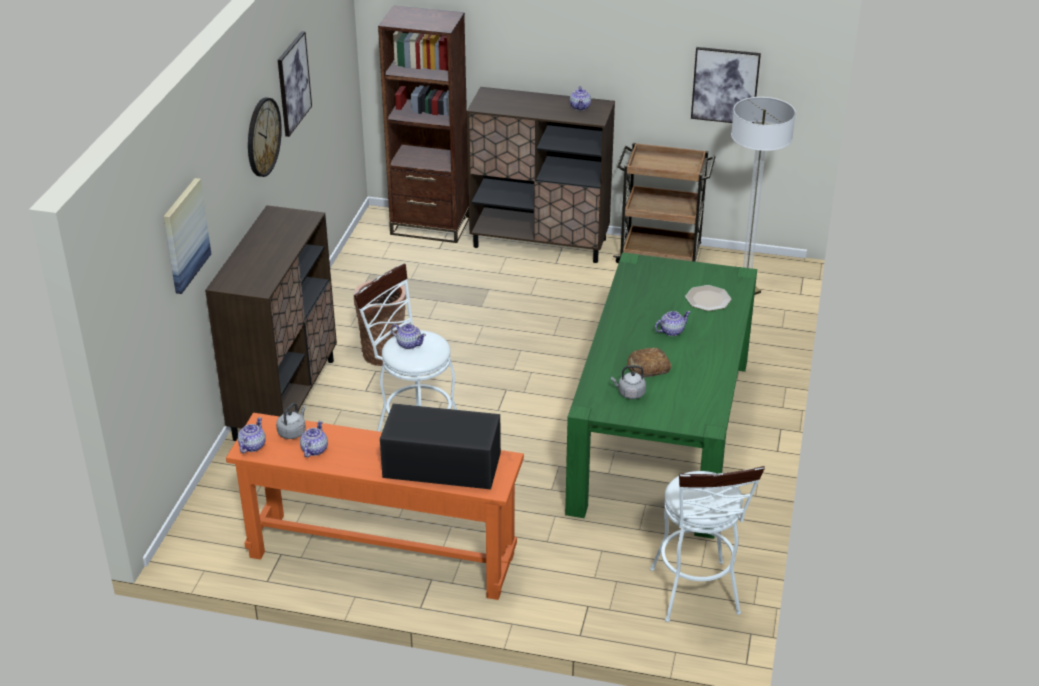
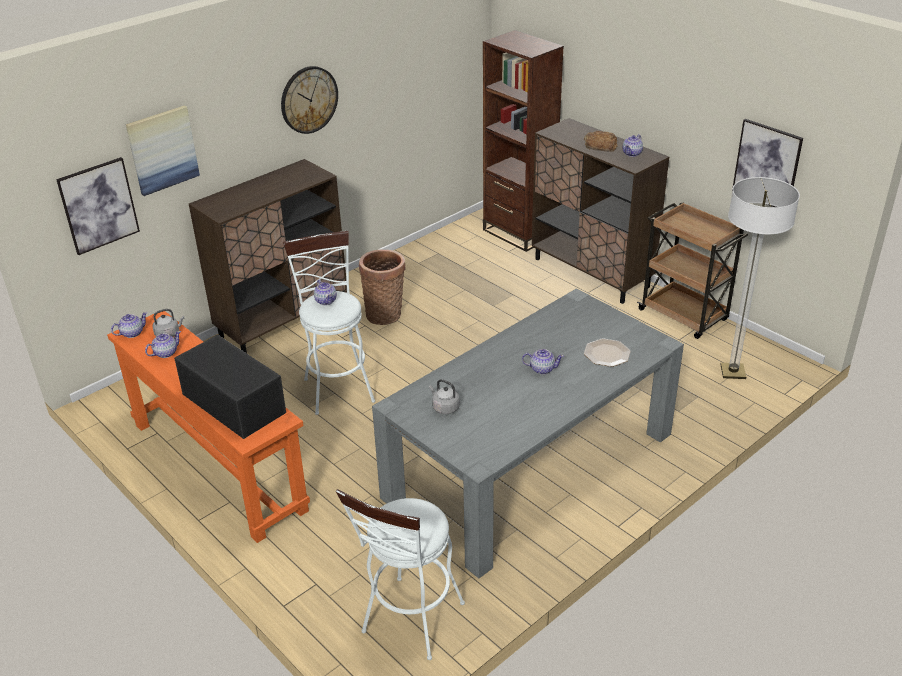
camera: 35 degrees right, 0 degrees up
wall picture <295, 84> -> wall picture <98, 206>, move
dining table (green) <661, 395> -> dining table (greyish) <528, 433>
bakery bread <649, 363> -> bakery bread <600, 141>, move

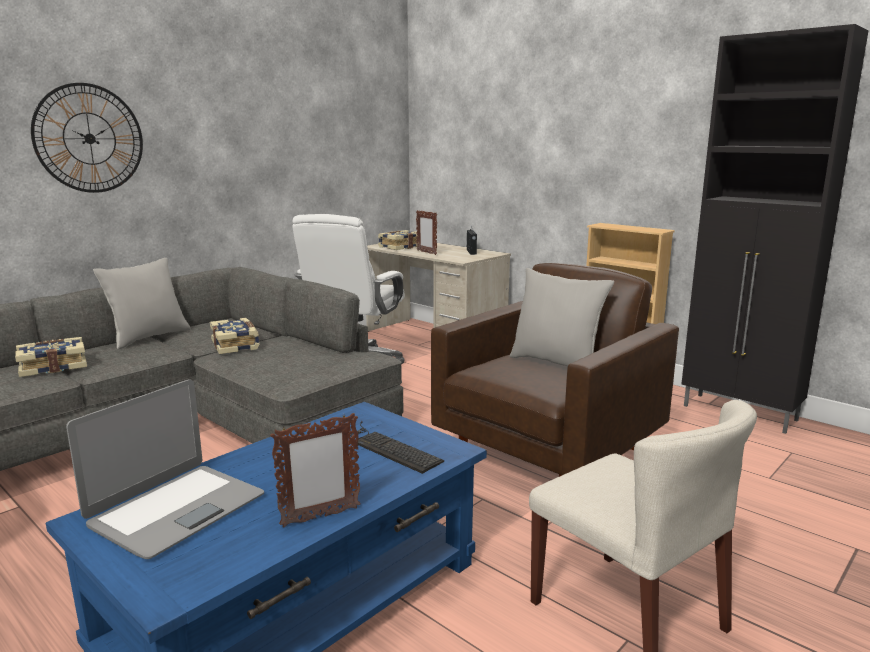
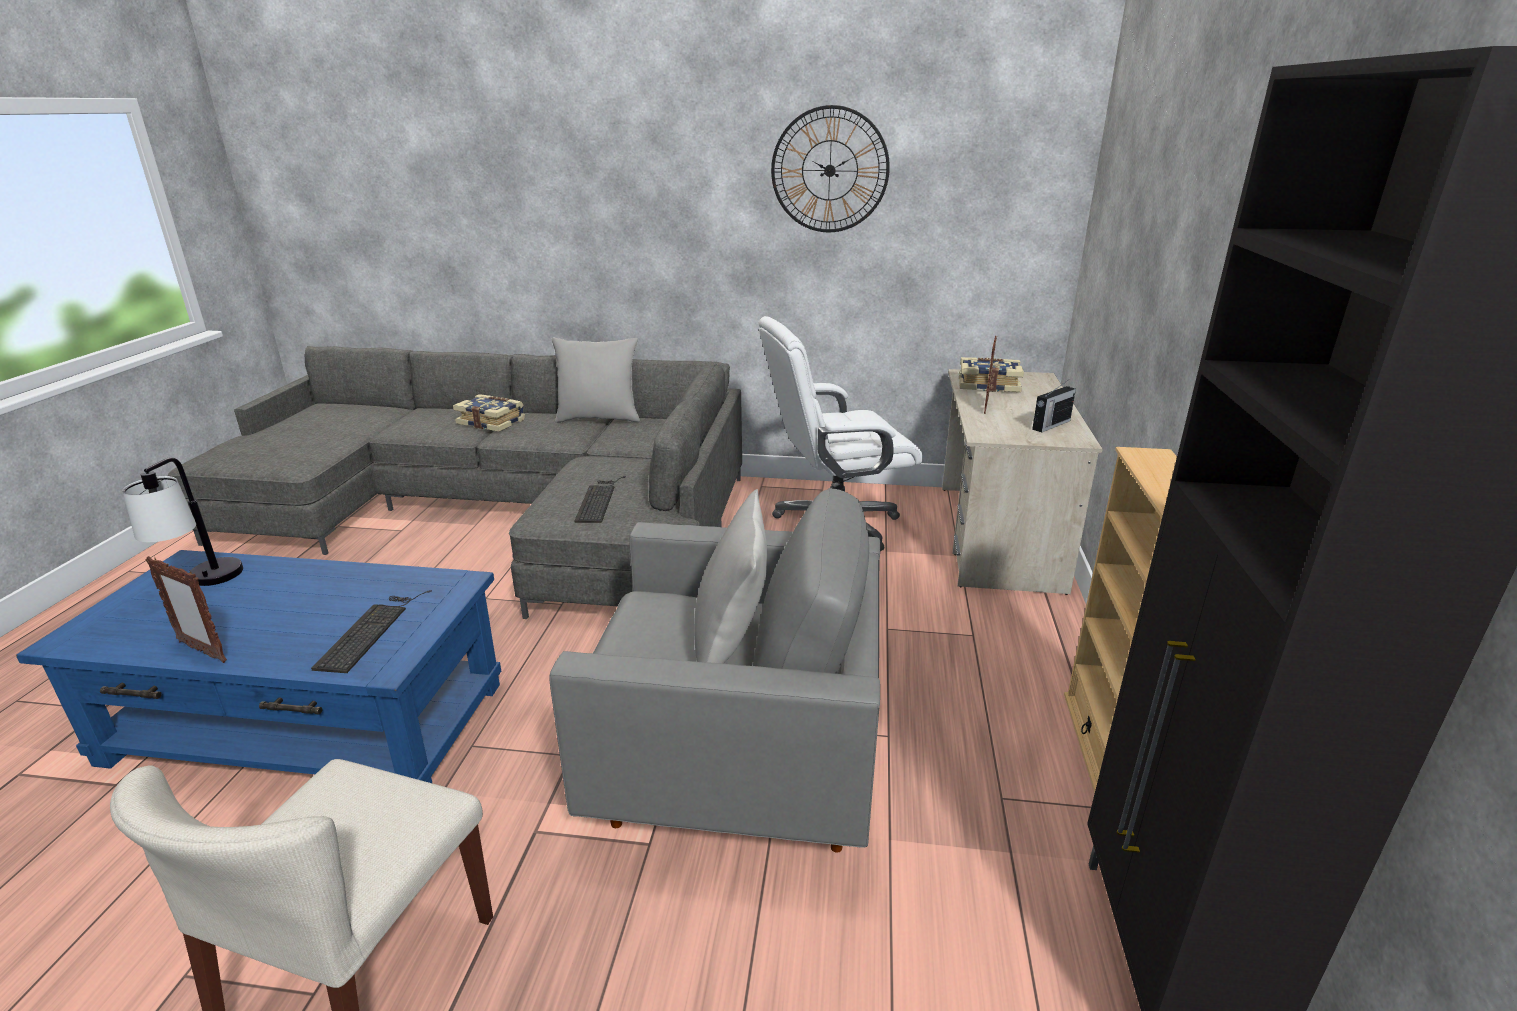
camera: 55 degrees right, 10 degrees up
laptop <165, 469> -> lamp for a table <182, 521>
armchair (brownish) <555, 370> -> armchair (greyish) <714, 670>
none -> computer keyboard <600, 499>
clock on the wall <87, 138> -> clock on the wall <830, 168>, move
bound book <235, 336> -> none

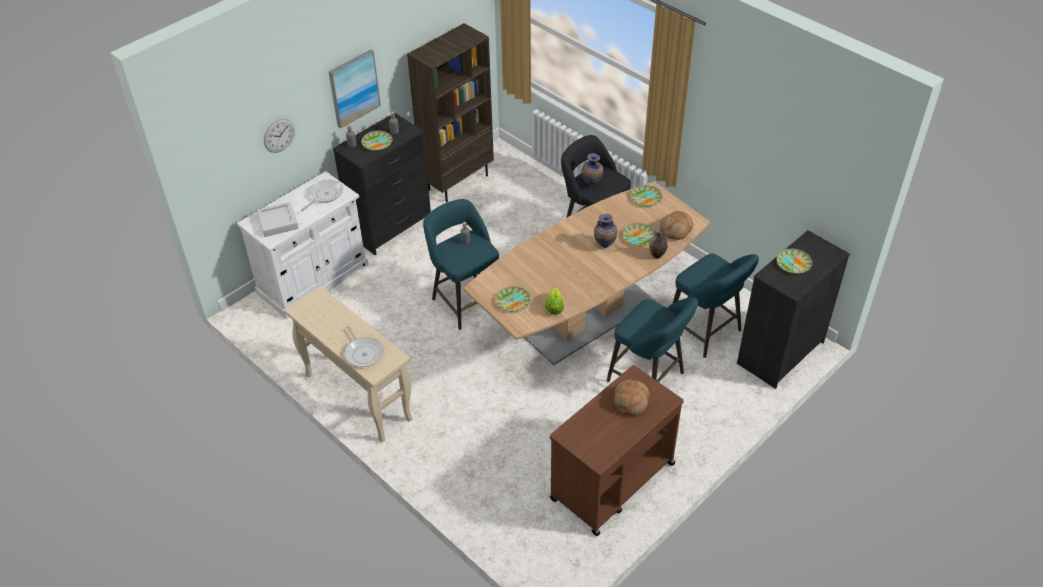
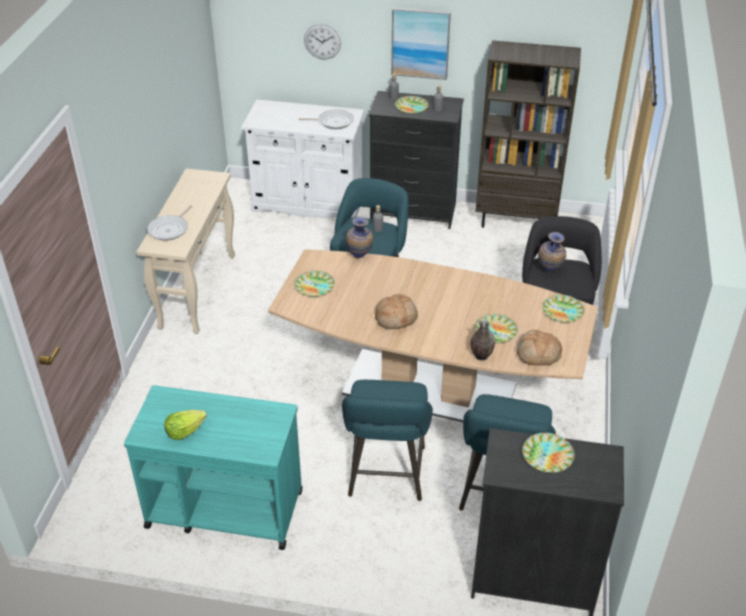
camera: 55 degrees right, 5 degrees down
trolley (brownish) <617, 450> -> trolley (turquoise) <213, 467>
lettuce head <554, 300> -> lettuce head <185, 425>, move
vase <605, 231> -> vase <359, 238>, move
bakery bread <631, 397> -> bakery bread <396, 311>, move
carrying tray (greyish) <278, 219> -> none

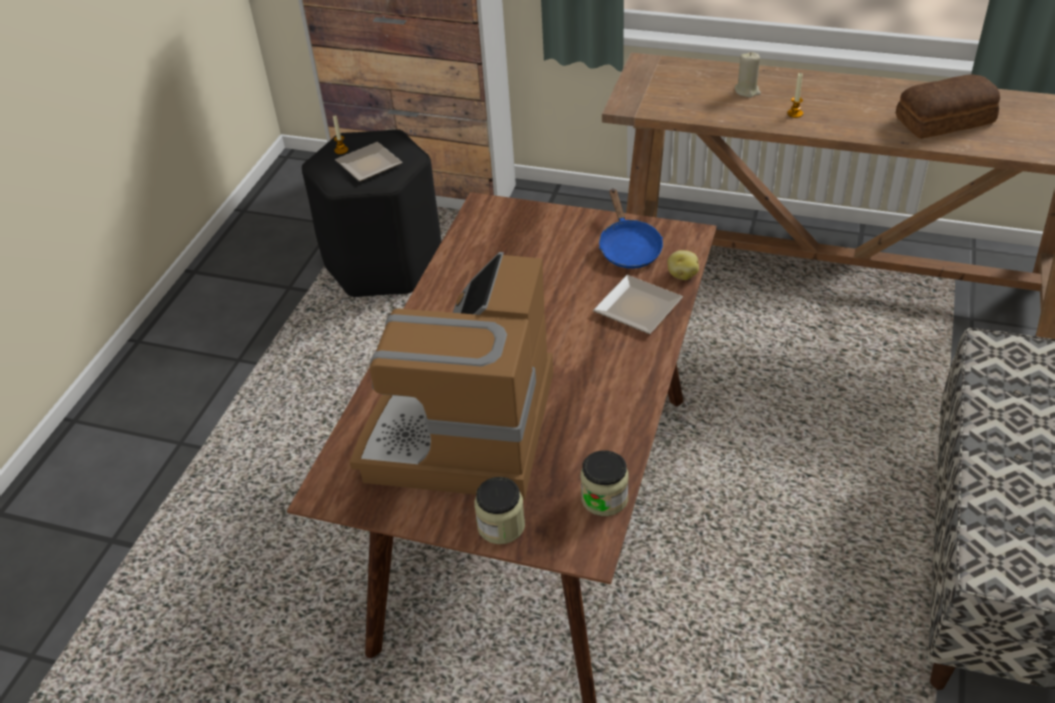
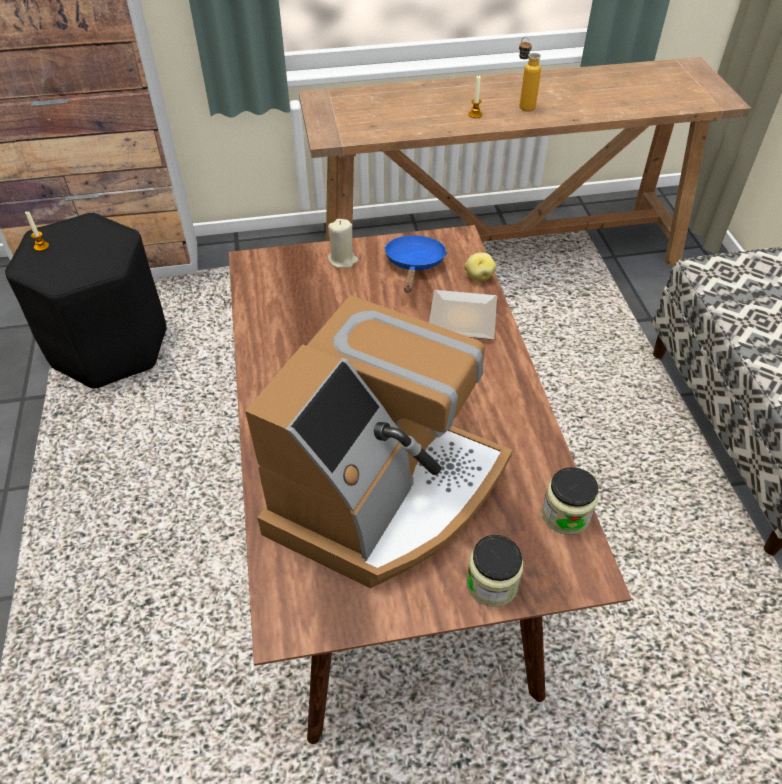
camera: 30 degrees left, 5 degrees up
coffee brewer <451, 376> -> coffee brewer <379, 441>, 135 degrees counterclockwise
wax light (beige) <748, 75> -> wax light (beige) <343, 243>, move
skillet (bluish) <631, 228> -> skillet (bluish) <415, 264>, 135 degrees counterclockwise
none -> beverage bottle <530, 74>
dinner plate <369, 161> -> none
bakery bread <948, 107> -> none

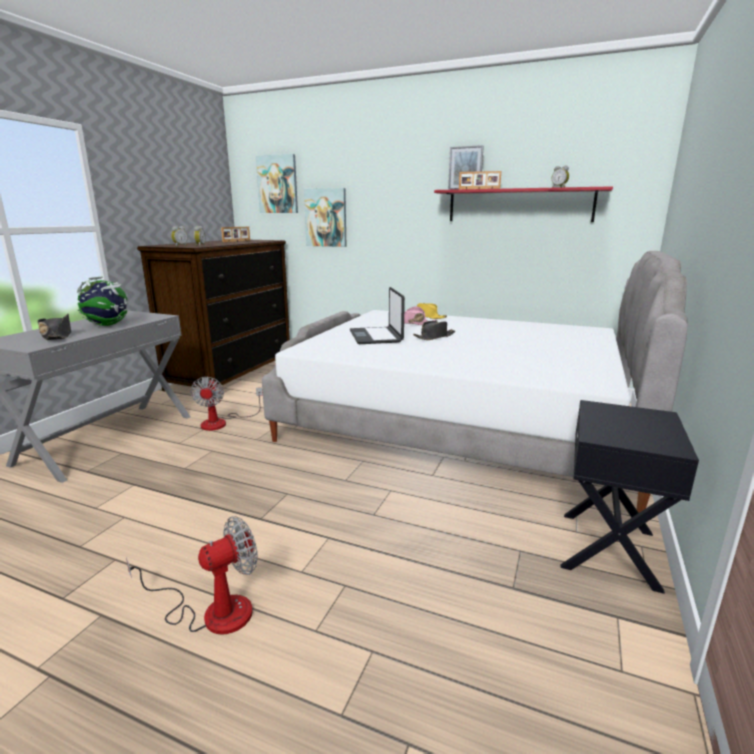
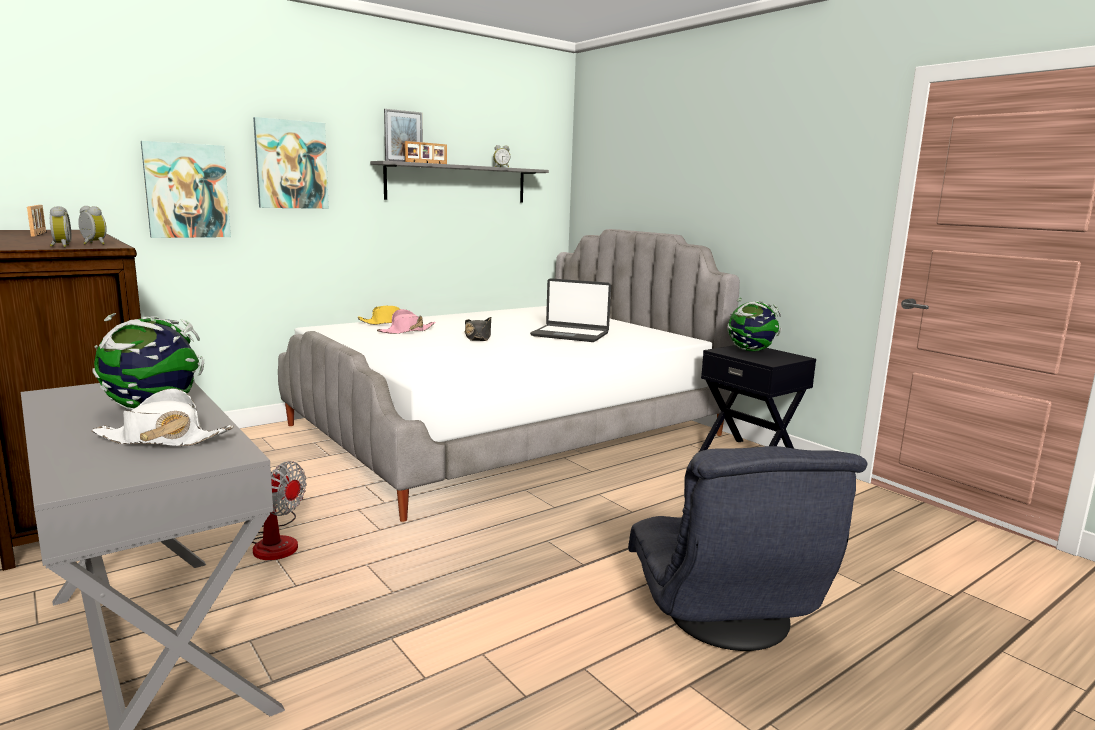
camera: 60 degrees left, 5 degrees down
hat (black-coloured) <54, 327> -> hat (whitish) <163, 417>
wall picture <277, 183> -> wall picture <291, 163>, move
shelf (reddish) <523, 204> -> shelf (greyish) <459, 182>
laptop <377, 315> -> laptop <570, 310>, move
cooling fan <192, 575> -> armchair (greyish) <747, 548>
none -> world globe <754, 324>

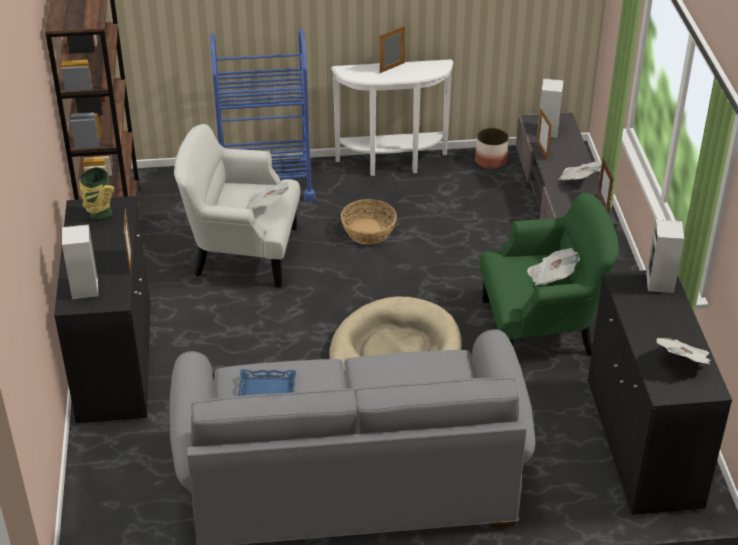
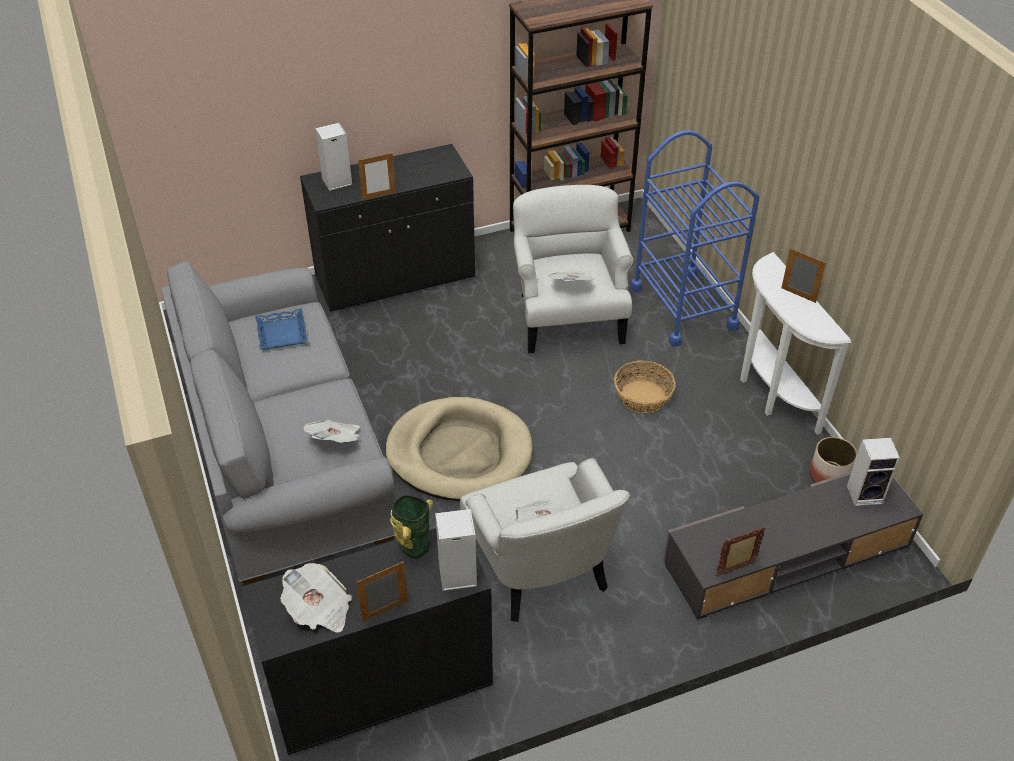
camera: 75 degrees right, 5 degrees up
daily paper <580, 171> -> daily paper <332, 431>, move
picture frame <544, 134> -> picture frame <382, 592>, move
vase <97, 194> -> vase <411, 526>, move
armchair (green) <549, 274> -> armchair (whitish) <545, 540>

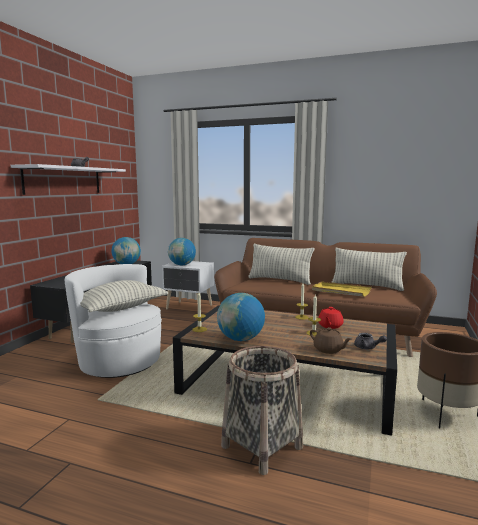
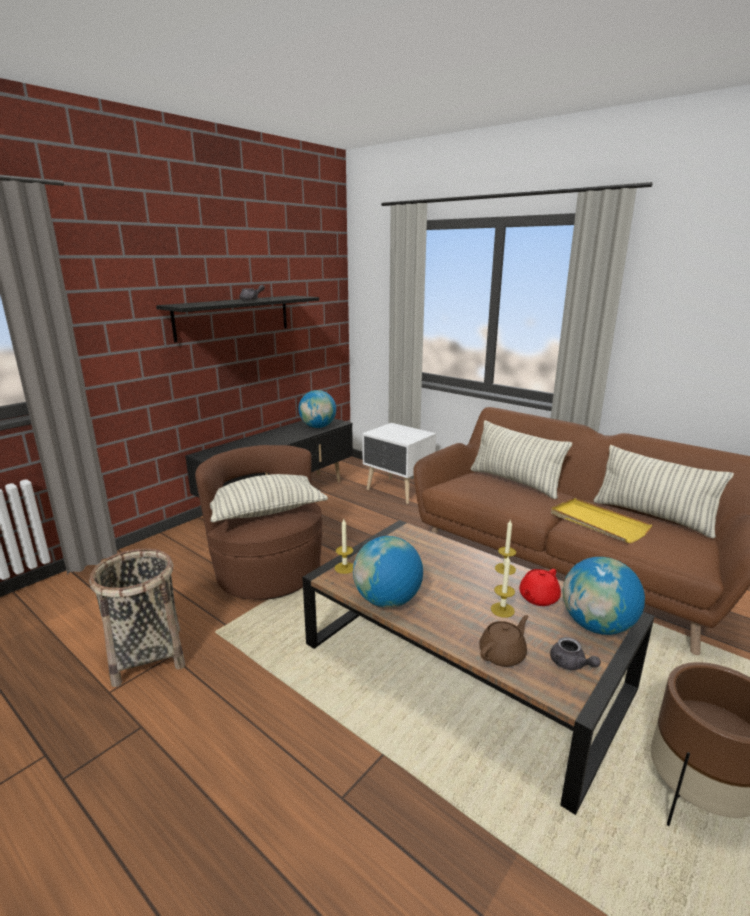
camera: 20 degrees right, 10 degrees up
basket <262, 410> -> basket <137, 617>, move
shelf (whitish) <68, 179> -> shelf (black-coloured) <237, 319>
armchair (whitish) <113, 321> -> armchair (brownish) <259, 522>
teapot (brownish) <330, 340> -> teapot (brownish) <503, 641>, 105 degrees counterclockwise
world globe <182, 251> -> world globe <604, 596>, move

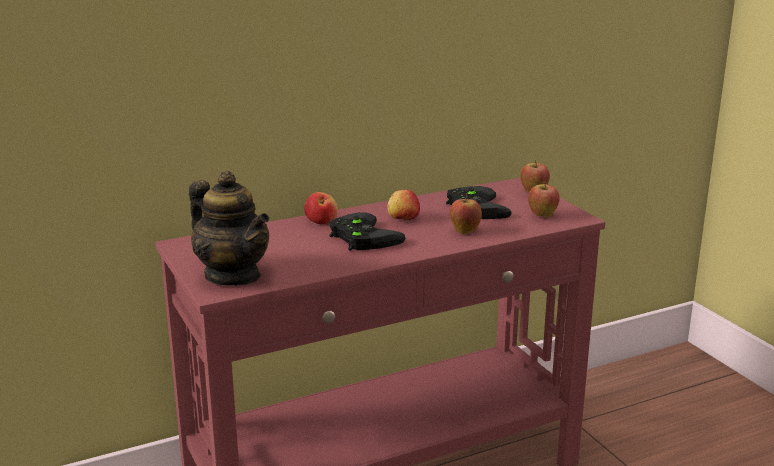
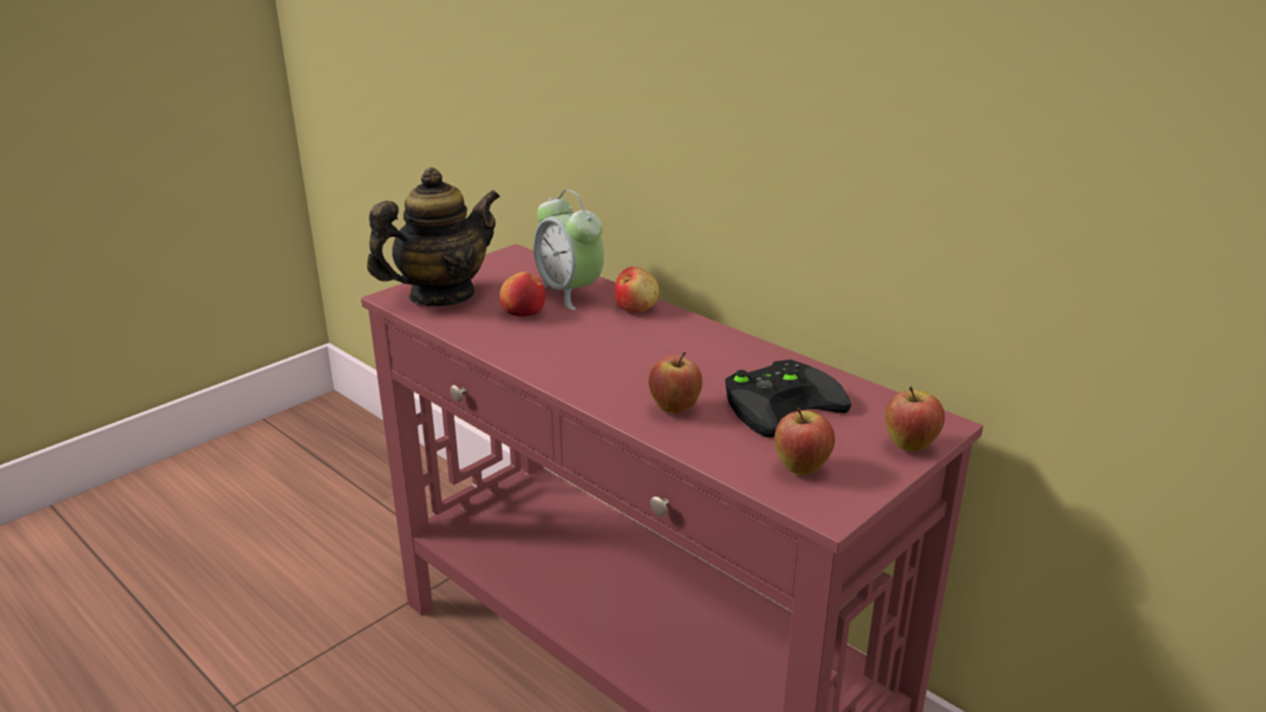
camera: 70 degrees right, 5 degrees up
teapot <229, 228> -> teapot <433, 236>, 150 degrees counterclockwise
apple <403, 205> -> apple <523, 294>, move
none -> alarm clock <568, 250>
game controller (black-coloured) <367, 231> -> none

